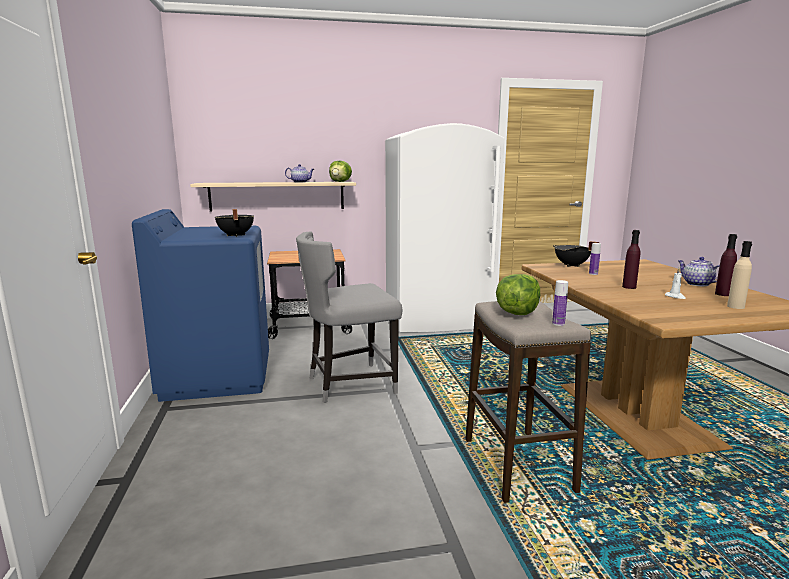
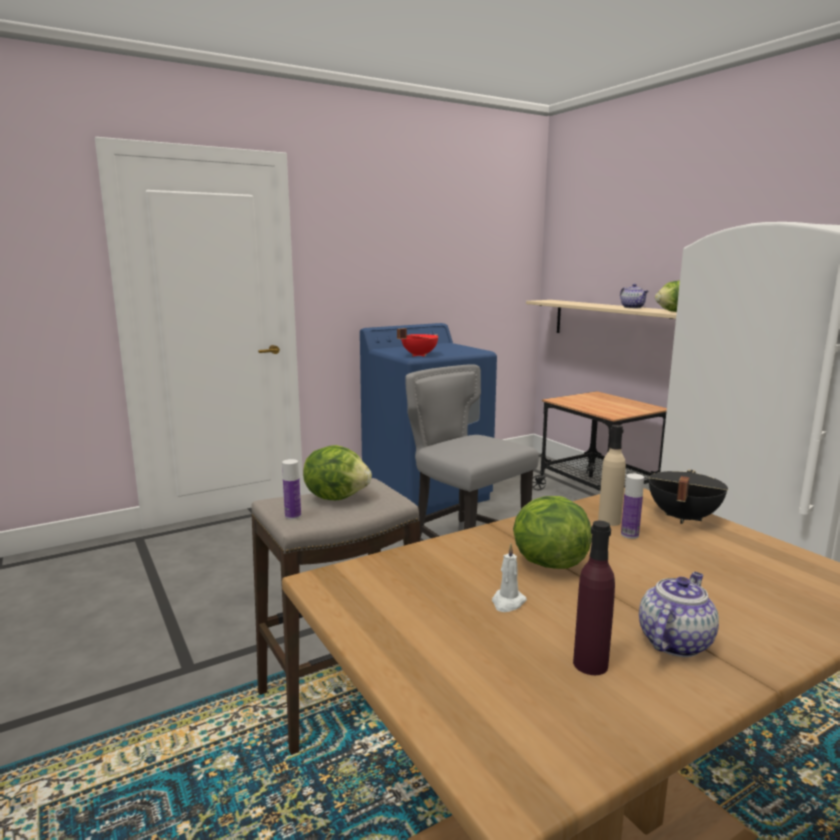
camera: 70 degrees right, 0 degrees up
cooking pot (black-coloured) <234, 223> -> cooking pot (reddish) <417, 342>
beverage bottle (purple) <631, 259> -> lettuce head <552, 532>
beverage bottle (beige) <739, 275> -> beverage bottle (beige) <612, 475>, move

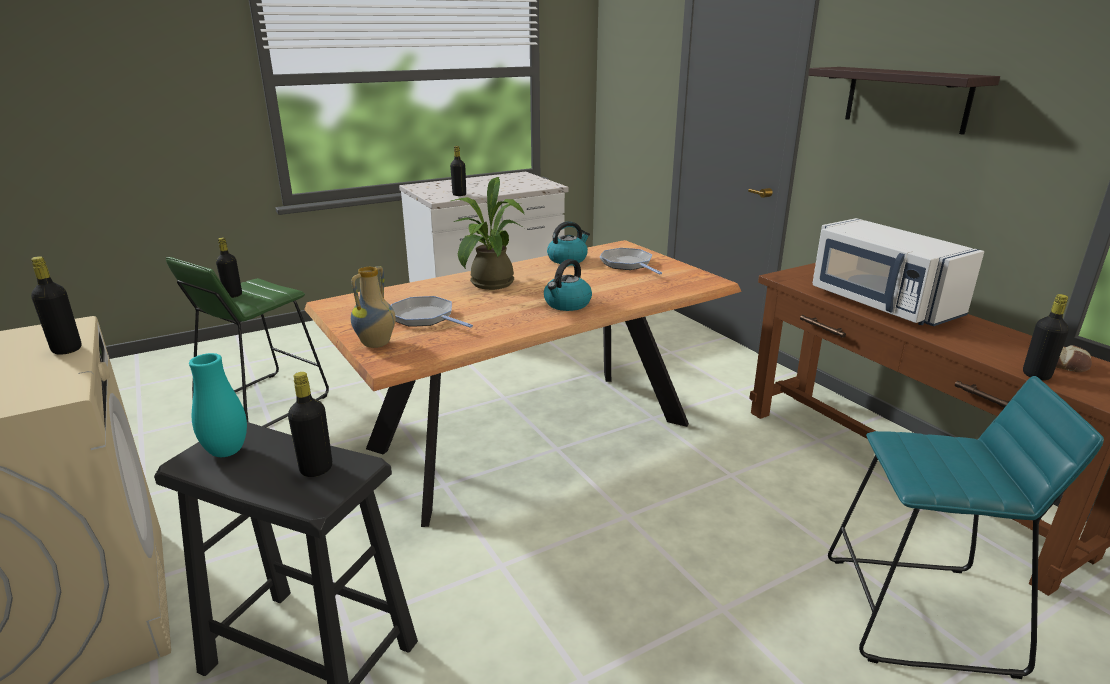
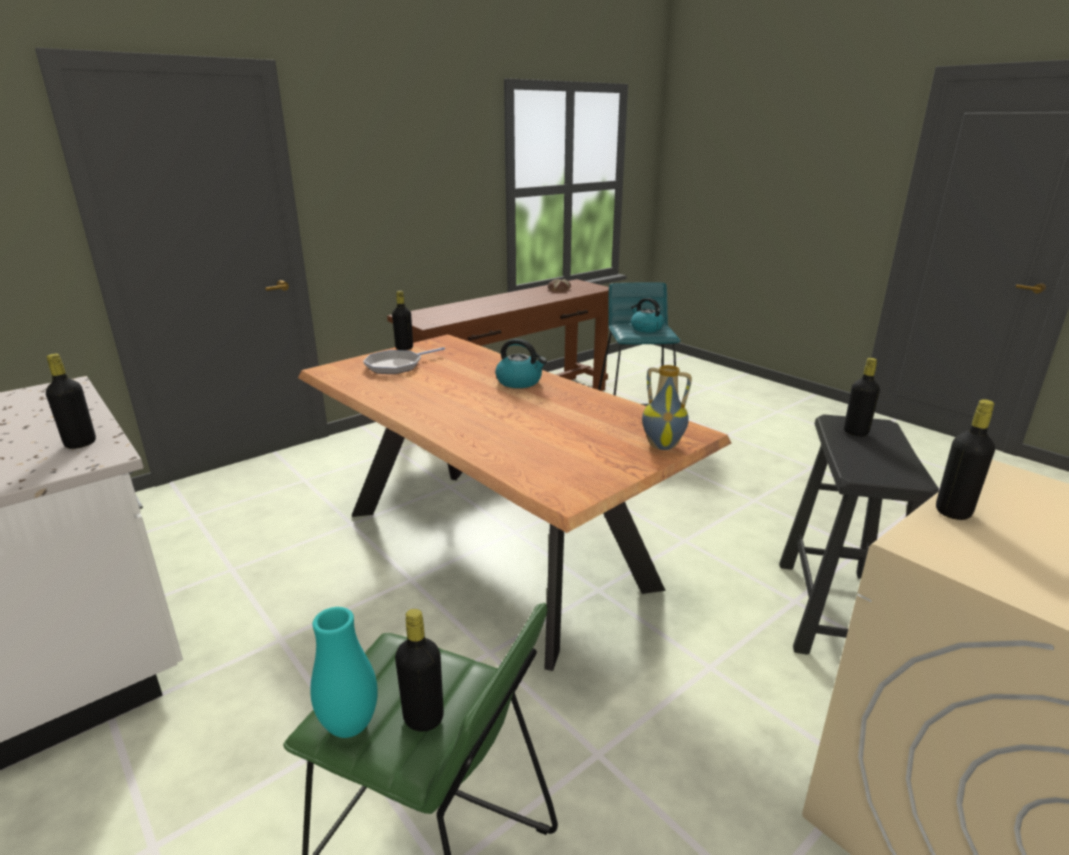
camera: 100 degrees left, 0 degrees up
vase (turquoise) <218, 405> -> vase (turquoise) <344, 672>, move
beverage bottle (black-coloured) <1046, 337> -> beverage bottle (black-coloured) <402, 320>, move
water kettle <568, 242> -> water kettle <647, 315>, move
skillet <432, 312> -> none
houseplant <488, 233> -> none
shelf <904, 101> -> none
kitchen microwave (whitish) <898, 272> -> none

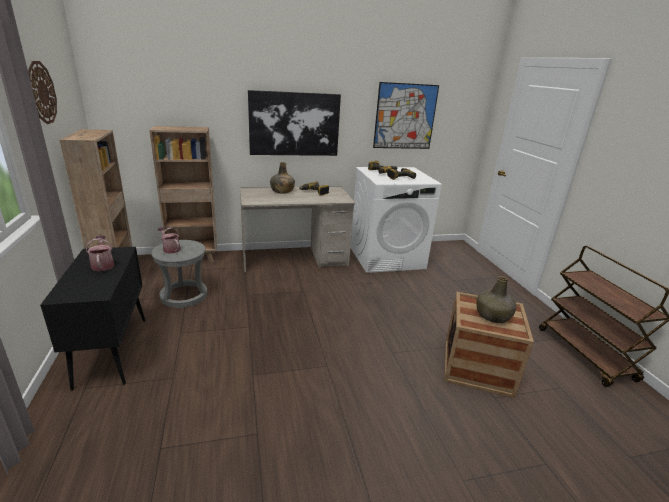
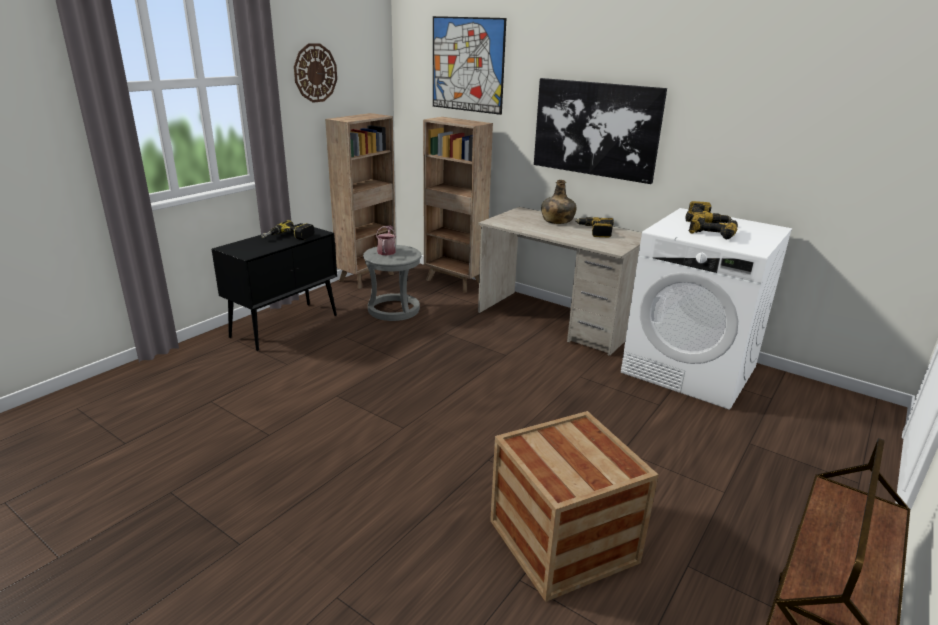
camera: 50 degrees right, 0 degrees up
watering pot <100, 253> -> power drill <287, 230>
wall picture <406, 115> -> wall picture <469, 65>, move
beverage bottle (green) <496, 299> -> none

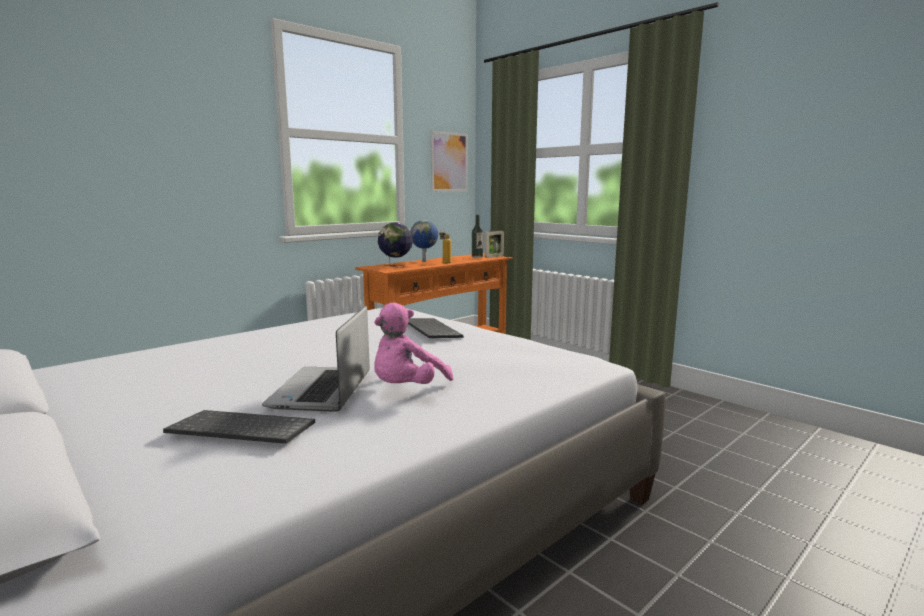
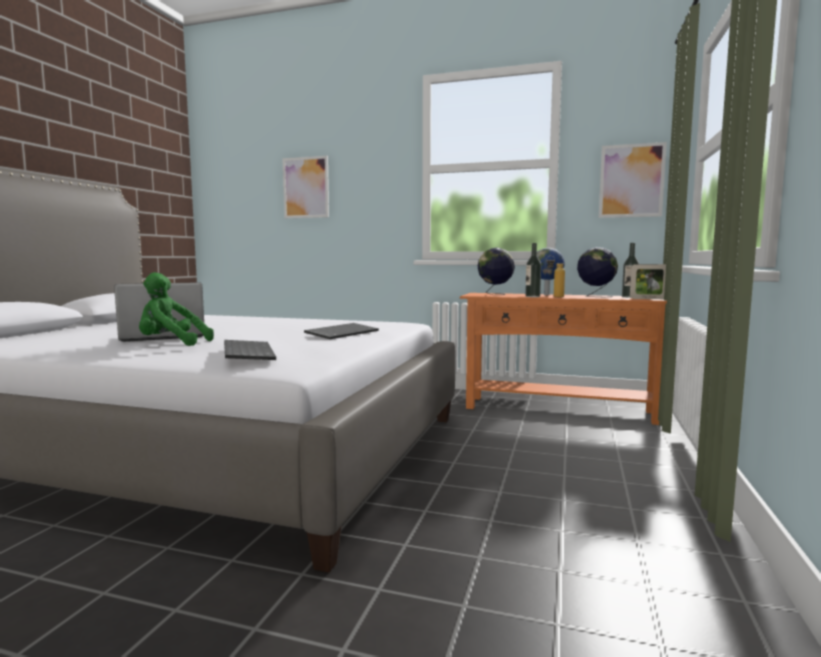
camera: 60 degrees right, 5 degrees down
plush toy (pink) <413, 343> -> plush toy (green) <176, 309>
computer keyboard <239, 427> -> computer keyboard <250, 350>, move
none -> wall picture <305, 187>
none -> beverage bottle <533, 270>
none -> world globe <597, 272>

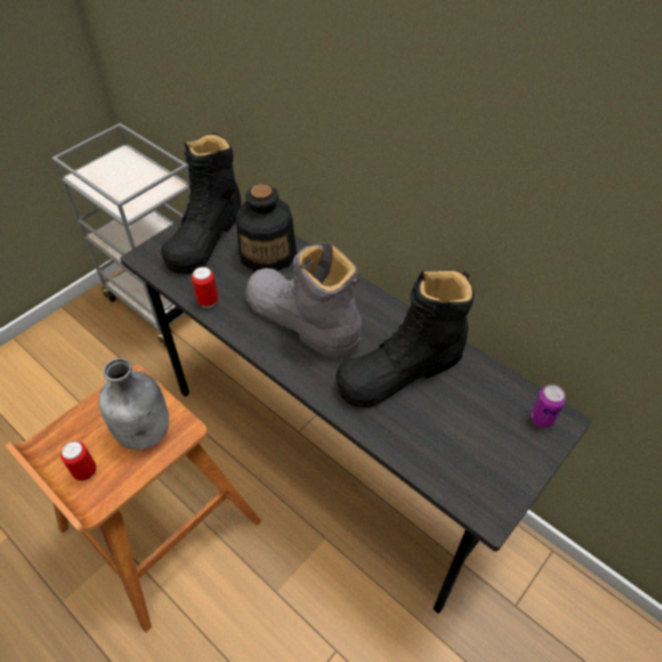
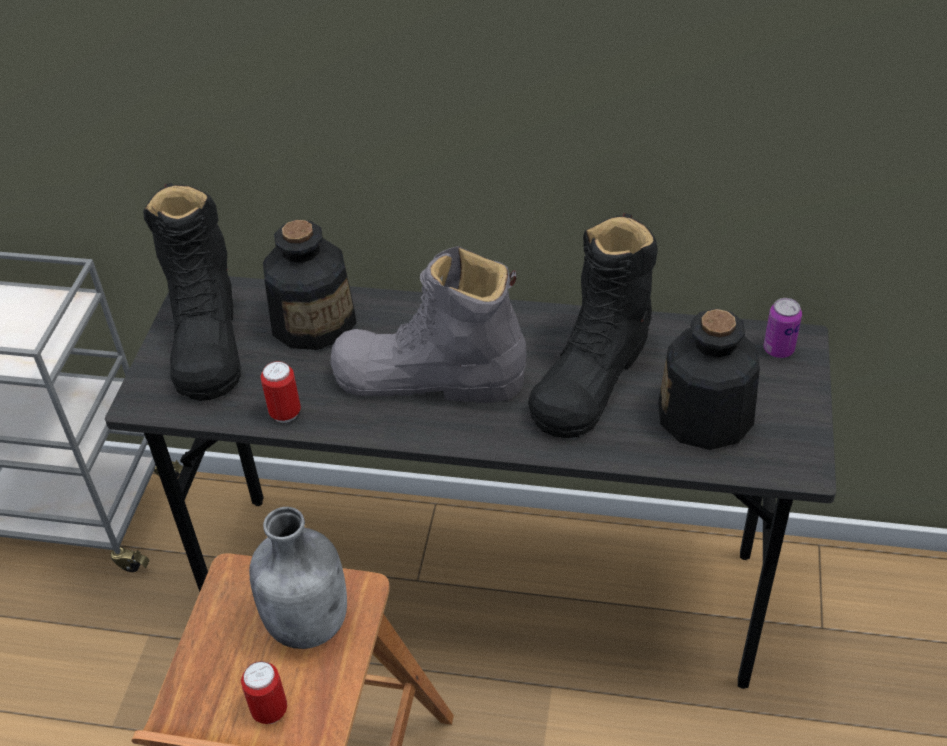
camera: 30 degrees left, 5 degrees down
none -> beverage bottle <709, 379>

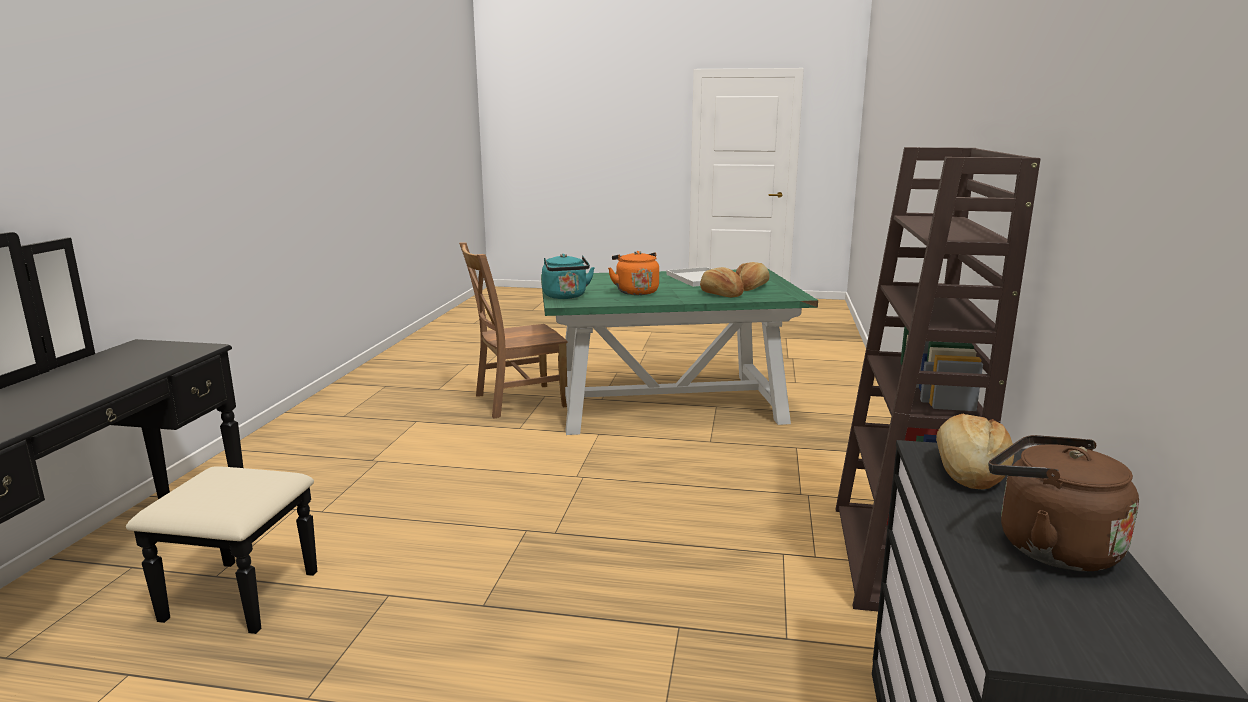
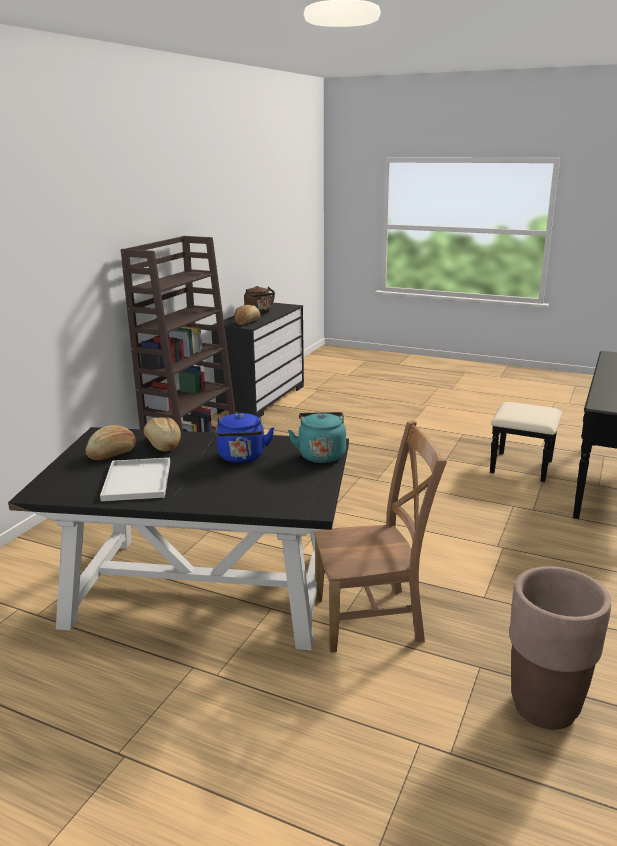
camera: 165 degrees left, 5 degrees up
dining table (green) <679, 352> -> dining table (black-coloured) <178, 539>
water kettle (orange-coloured) <633, 273> -> water kettle (bluish) <244, 438>
none -> plant pot (brownish) <560, 648>

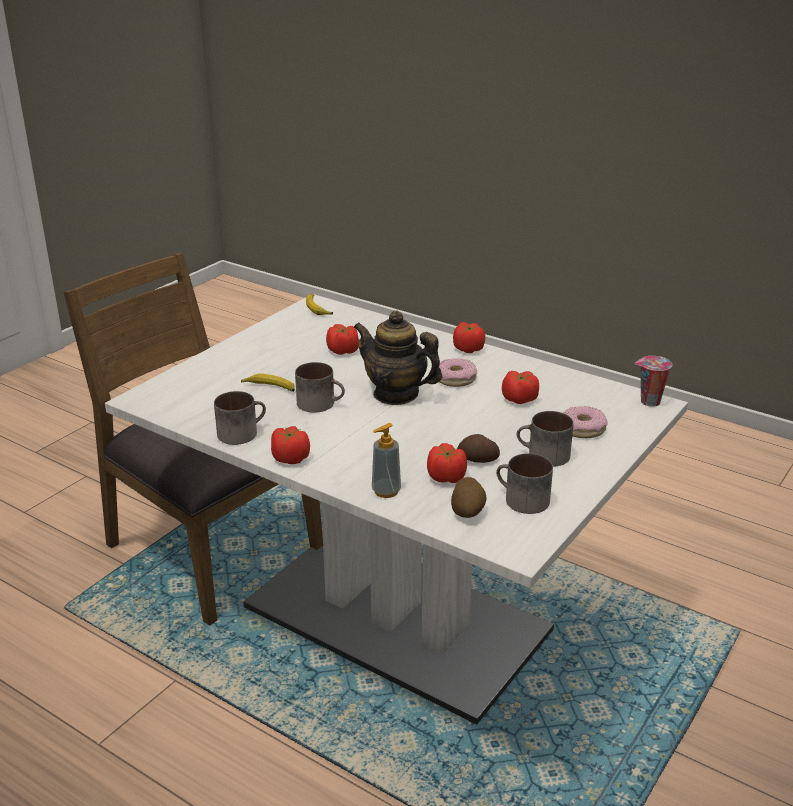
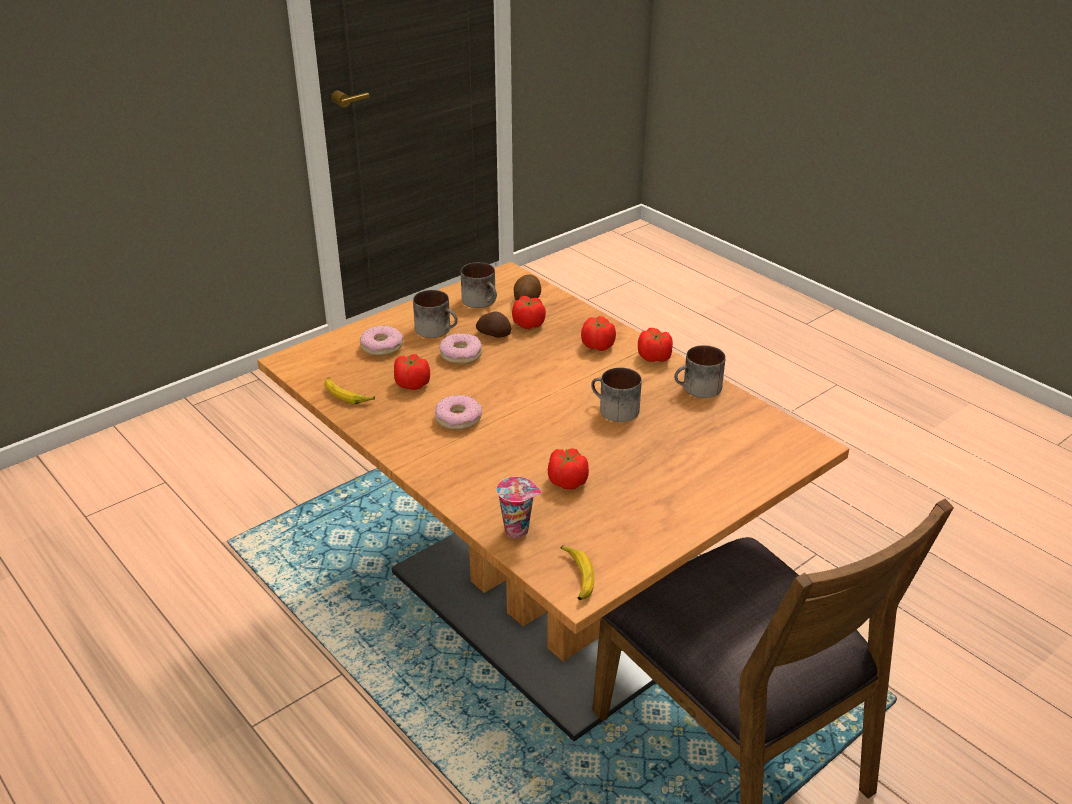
camera: 165 degrees left, 5 degrees up
dining table (whitish) <396, 509> -> dining table (brownish) <553, 501>
whole banana <268, 382> -> whole banana <349, 390>, move
none -> doughnut <460, 348>
cup <653, 381> -> cup <519, 507>, move
fresh tomato <469, 337> -> fresh tomato <598, 333>, move
teapot <397, 357> -> none
soap dispenser <386, 460> -> none

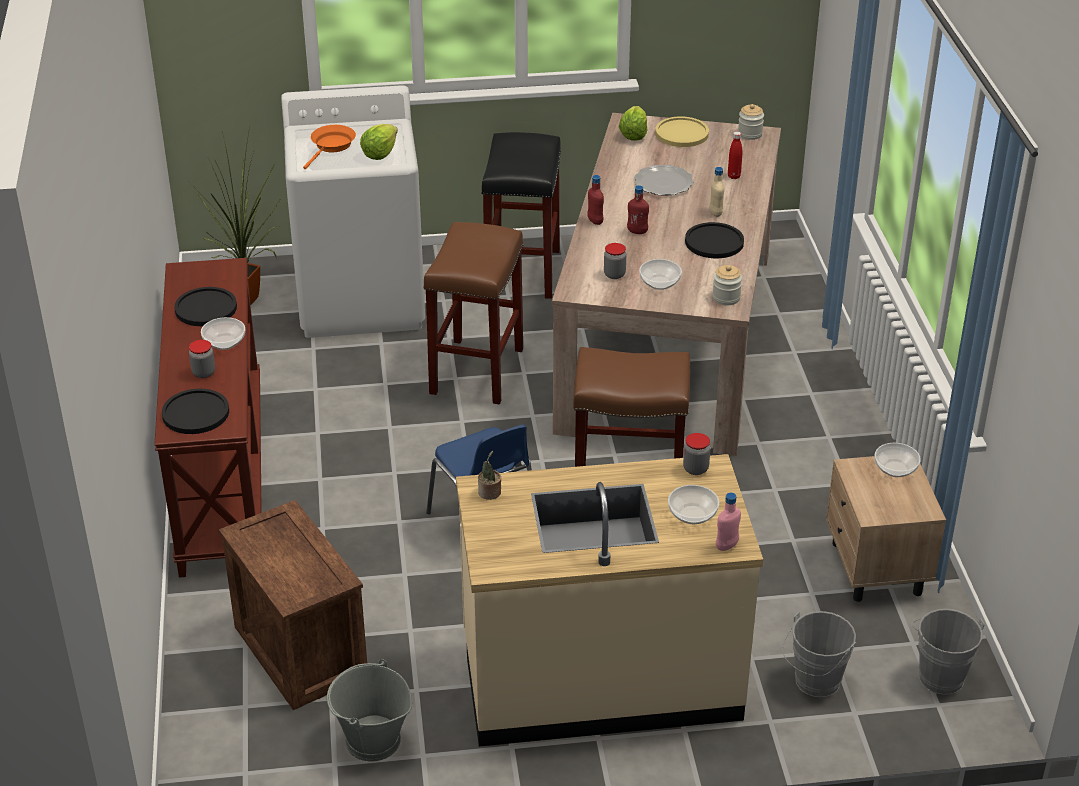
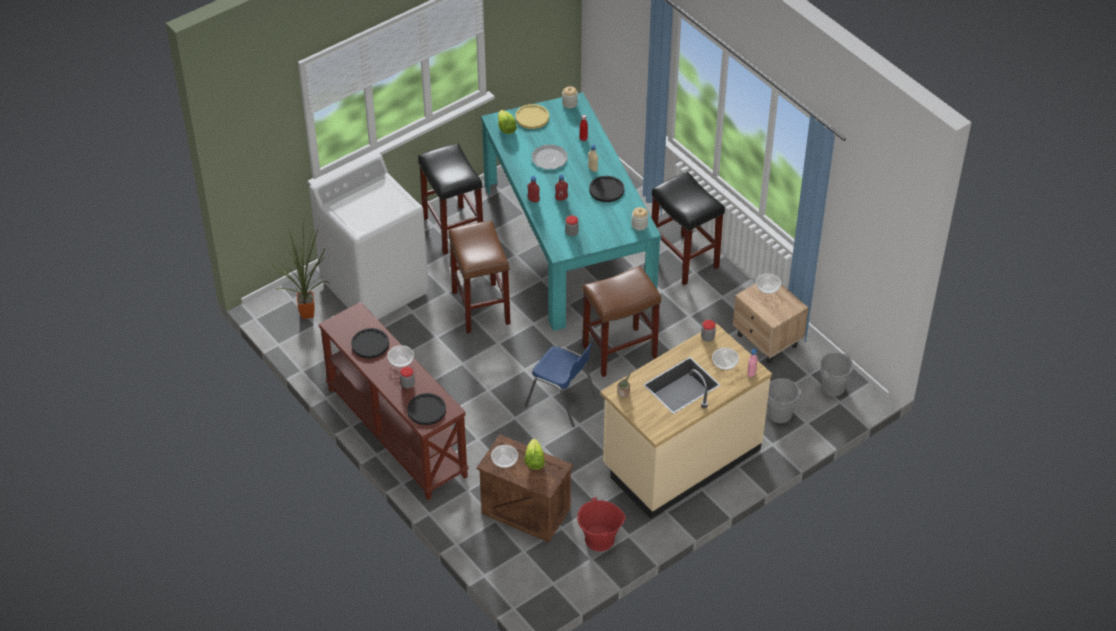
camera: 30 degrees left, 10 degrees up
dining table (beige) <666, 284> -> dining table (turquoise) <571, 211>
serving bowl <660, 274> -> serving bowl <504, 456>, move
lettuce head <379, 142> -> lettuce head <534, 454>, move
bucket (greyish) <369, 710> -> bucket (reddish) <601, 524>
none -> stool (black-coloured) <688, 228>
skillet (orange-coloured) <329, 147> -> none

